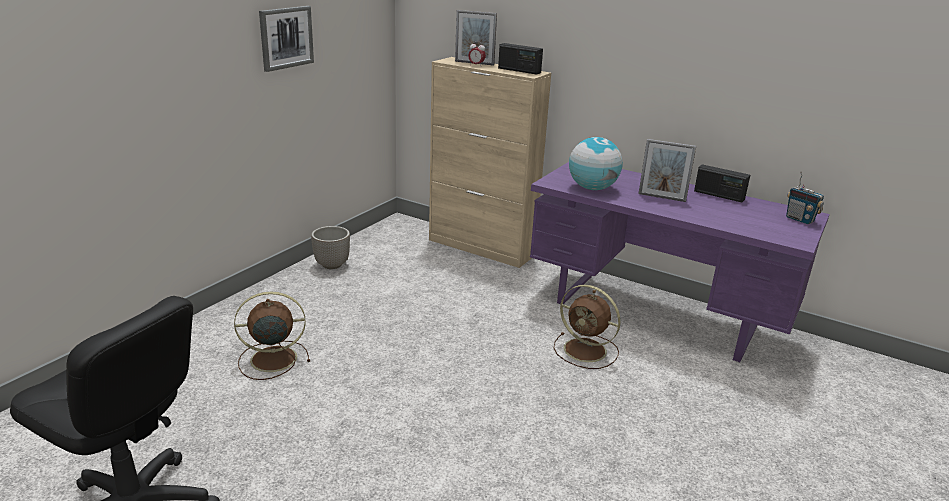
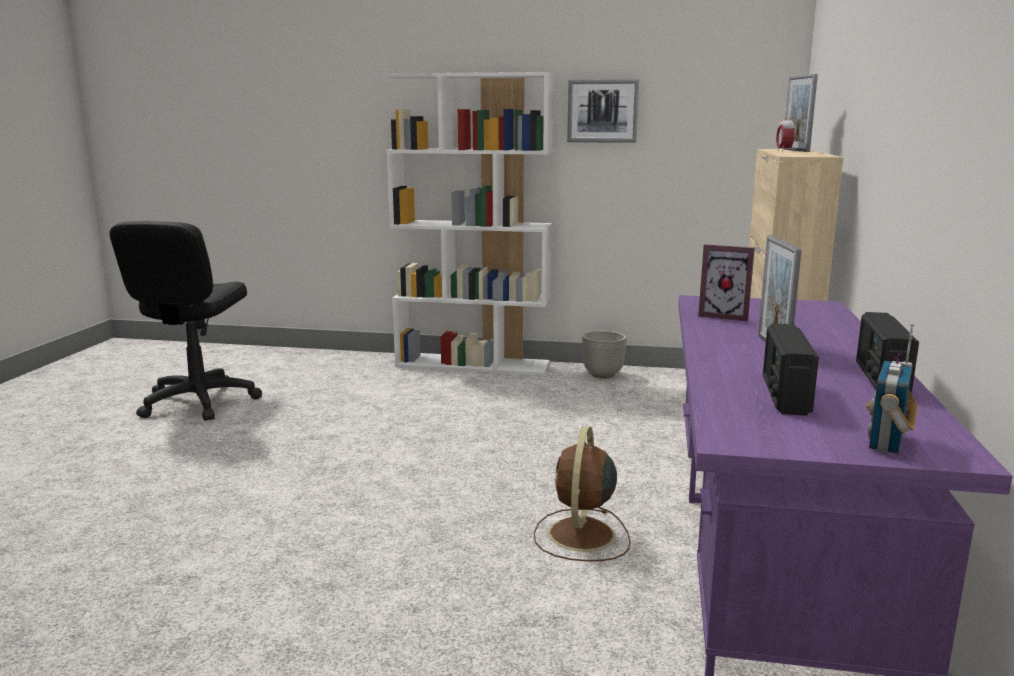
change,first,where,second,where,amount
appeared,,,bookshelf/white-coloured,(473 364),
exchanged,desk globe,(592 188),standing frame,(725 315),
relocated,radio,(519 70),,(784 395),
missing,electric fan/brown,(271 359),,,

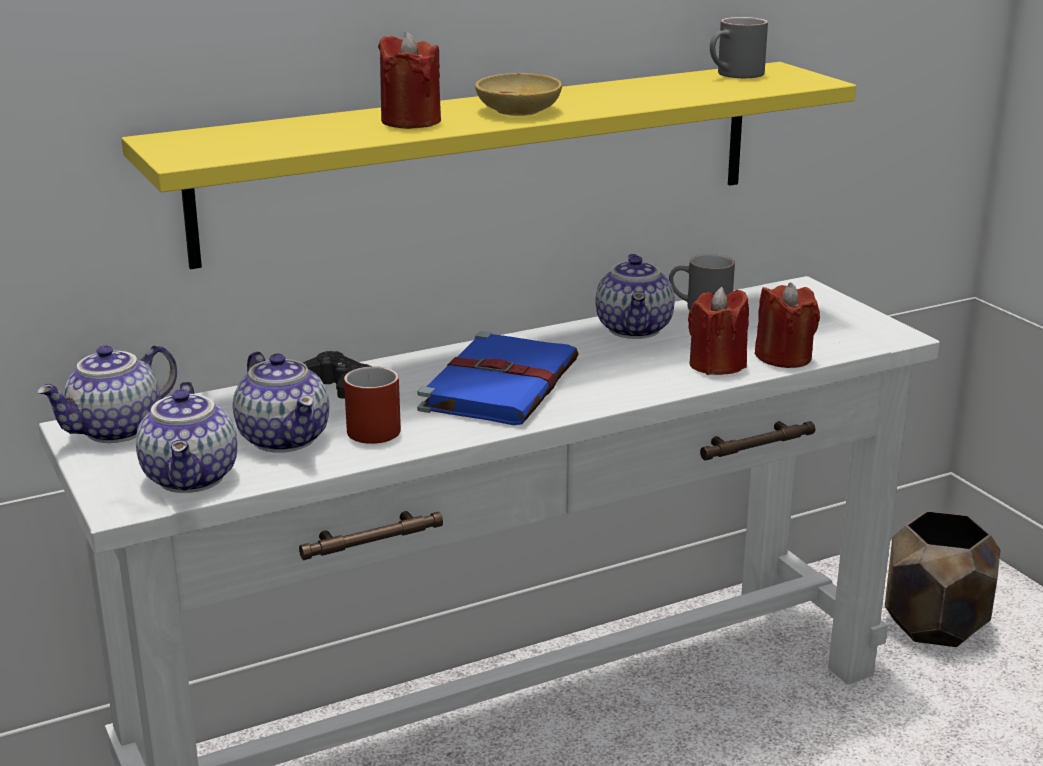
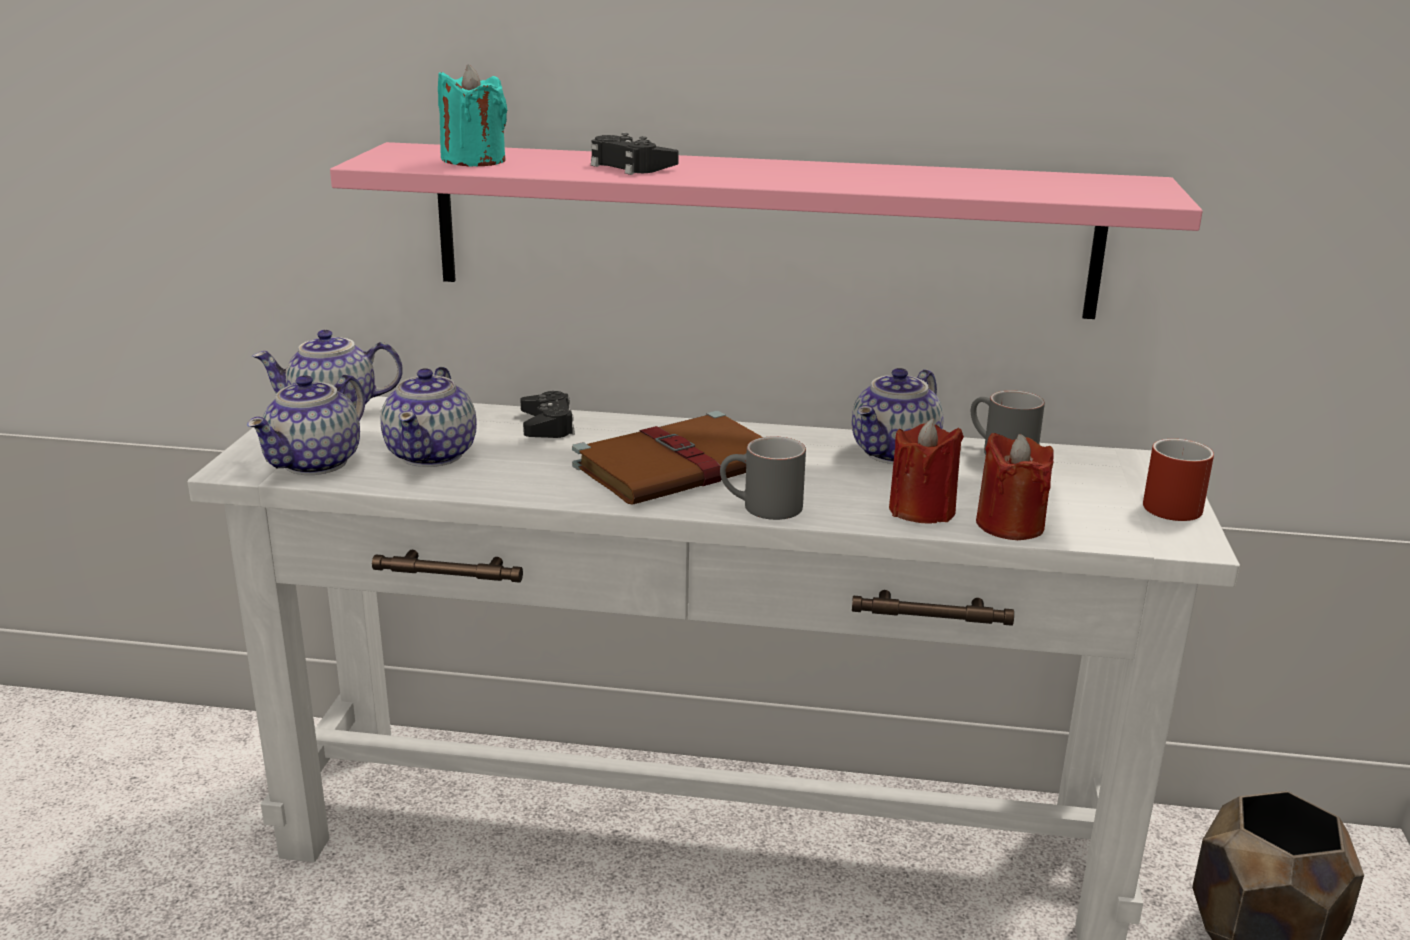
change,first,where,second,where,amount
colour,bracket shelf/yellow,(485 159),bracket shelf/pink,(761 230),
appeared,,,wax light/turquoise-coloured,(473 160),
colour,volume/blue,(501 384),volume/brown,(681 465),
exchanged,wax light/red-coloured,(411 121),game controller/blackish,(631 166),
relocated,tea mug/gray,(735 75),,(761 508),
relocated,tea mug/red-coloured,(366 428),,(1166 503),
missing,deep dish/beige,(519 110),,,

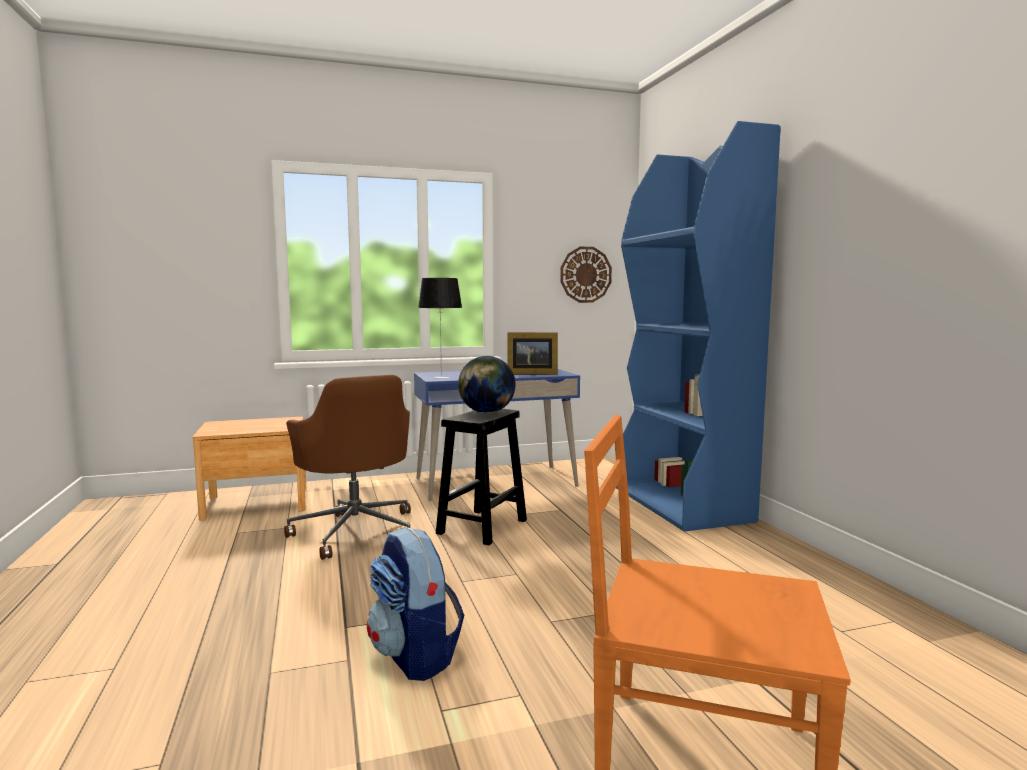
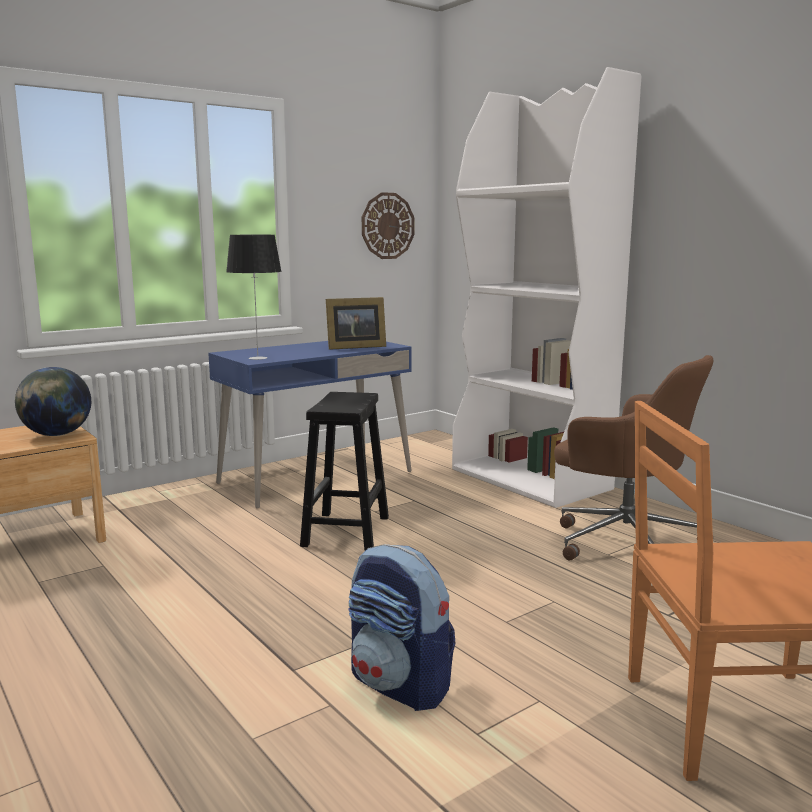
change,first,where,second,where,amount
relocated,desk globe,(486 412),,(56 435),
colour,bookshelf/blue,(682 504),bookshelf/white-coloured,(531 479),
relocated,office chair/brown,(356 531),,(624 541),

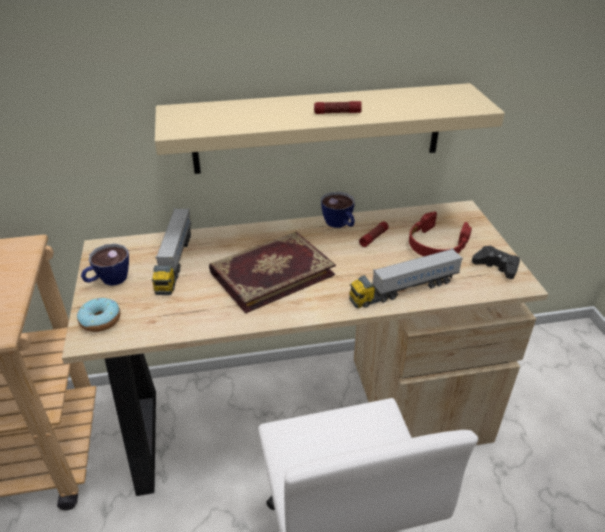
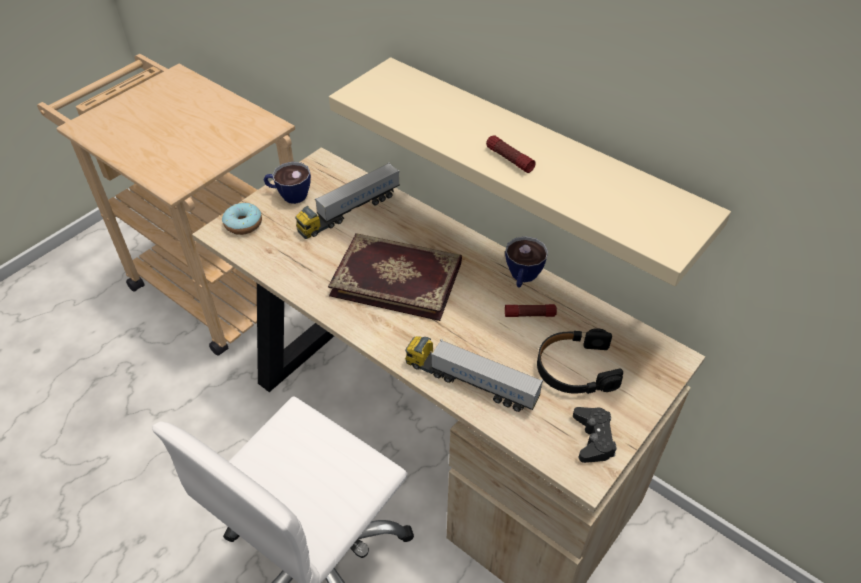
change,first,where,second,where,amount
colour,headphones/red-coloured,(436 244),headphones/blackish,(575 369),

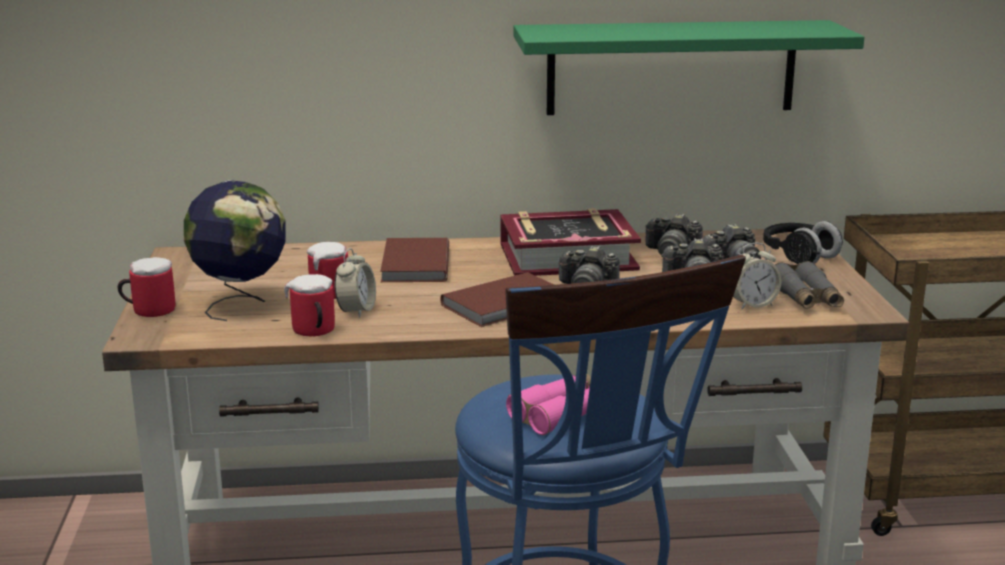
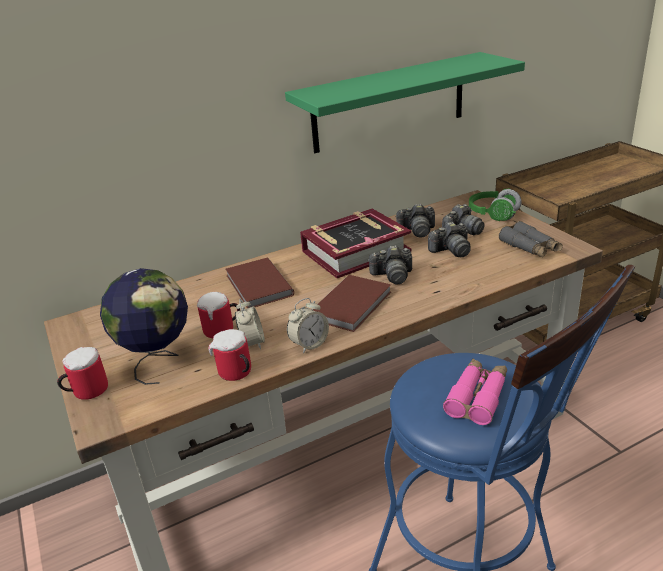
change,first,where,second,where,amount
relocated,alarm clock,(752 305),,(309 344),
colour,headphones/blackish,(799 257),headphones/greenish,(493 214),

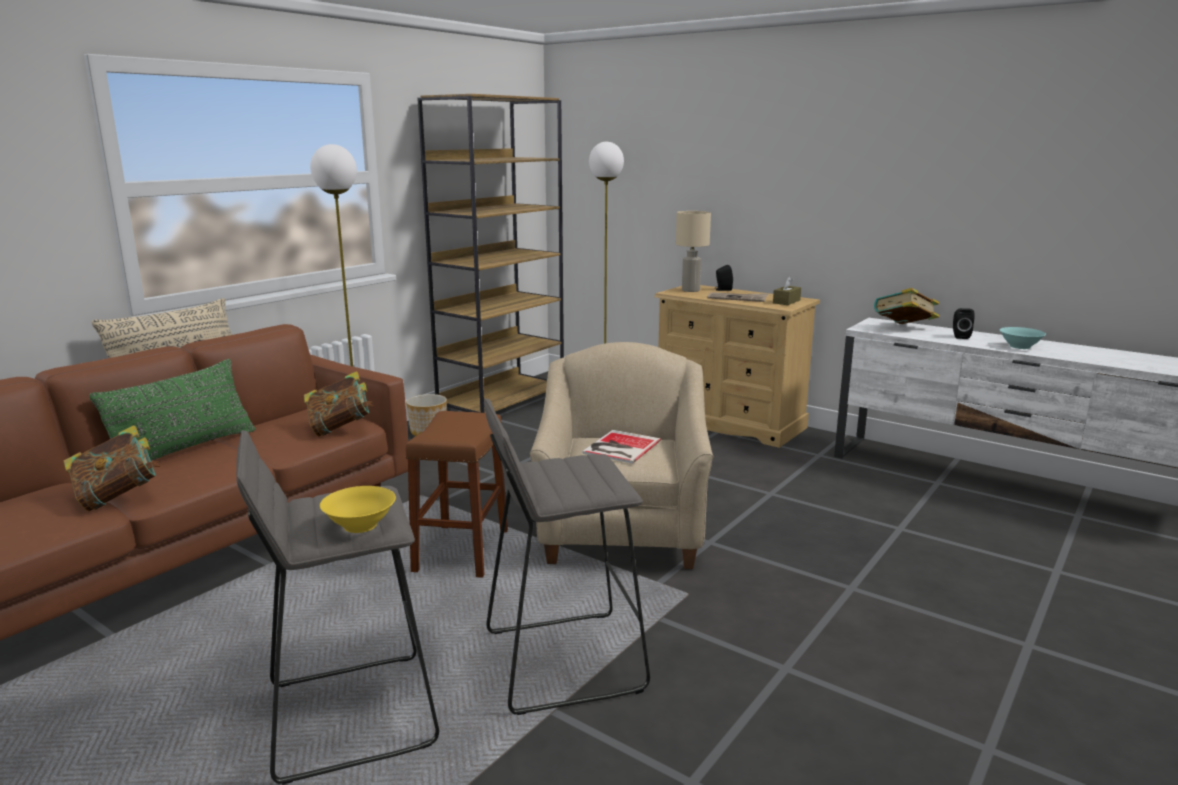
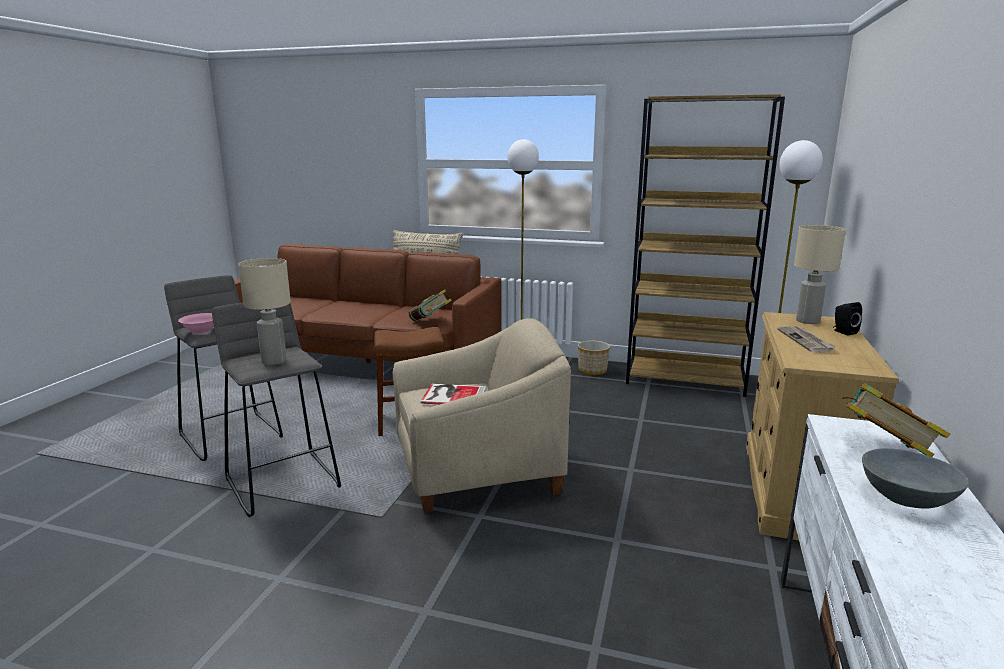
change,first,where,second,where,amount
colour,deep dish/yellow,(361 525),deep dish/pink,(201 331),
appeared,,,table lamp/beige,(275 361),
exchanged,loudspeaker/blackish,(960 336),deep dish/gray,(908 498),
missing,volume,(118 497),,,
missing,throw pillow/greenish,(185 450),,,
missing,box of tissues/brown,(786 301),,,
missing,deep dish/turquoise-coloured,(1020 346),,,

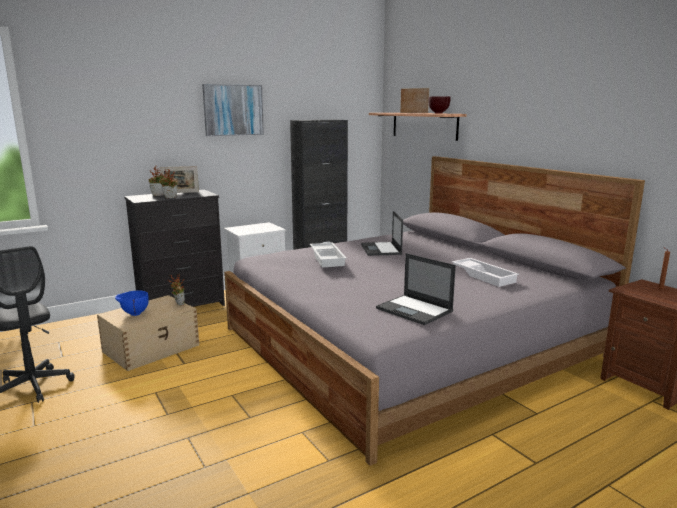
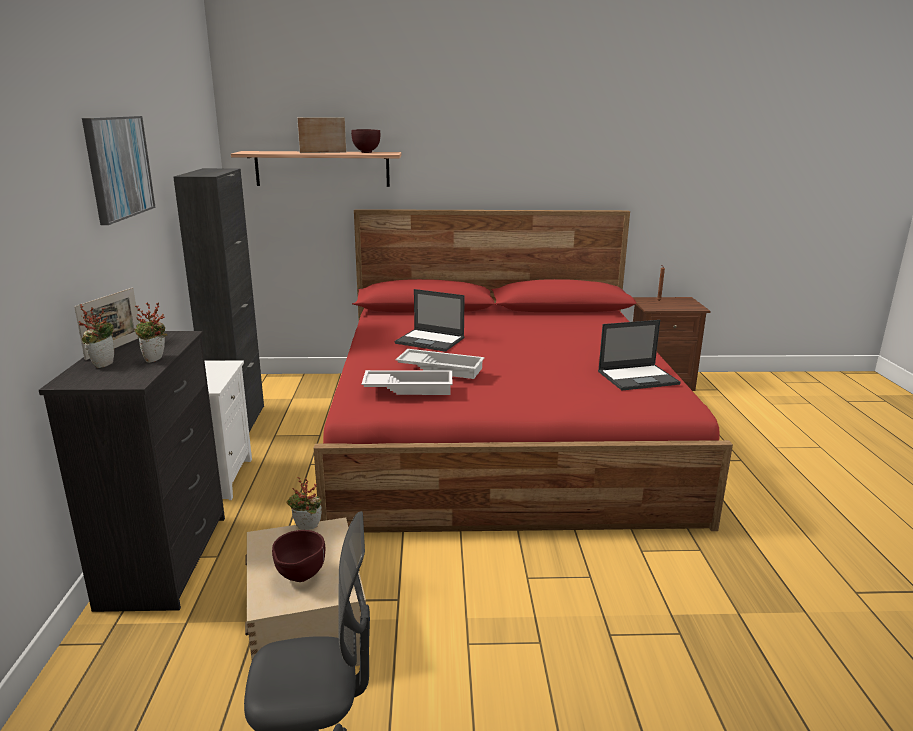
change,first,where,second,where,amount
colour,deep dish/blue,(134 314),deep dish/brown,(300 578),
colour,sleeping bed/gray,(410 343),sleeping bed/red-coloured,(501 435),
relocated,carrying tray/white-coloured,(484 276),,(409 387),

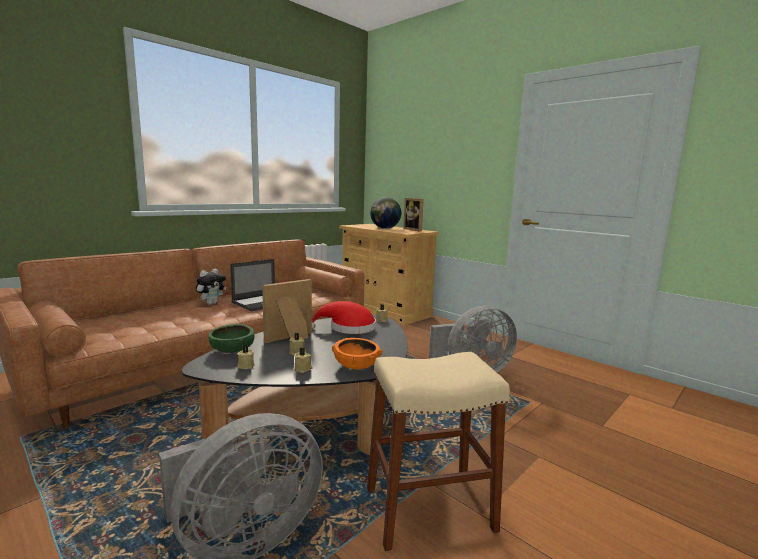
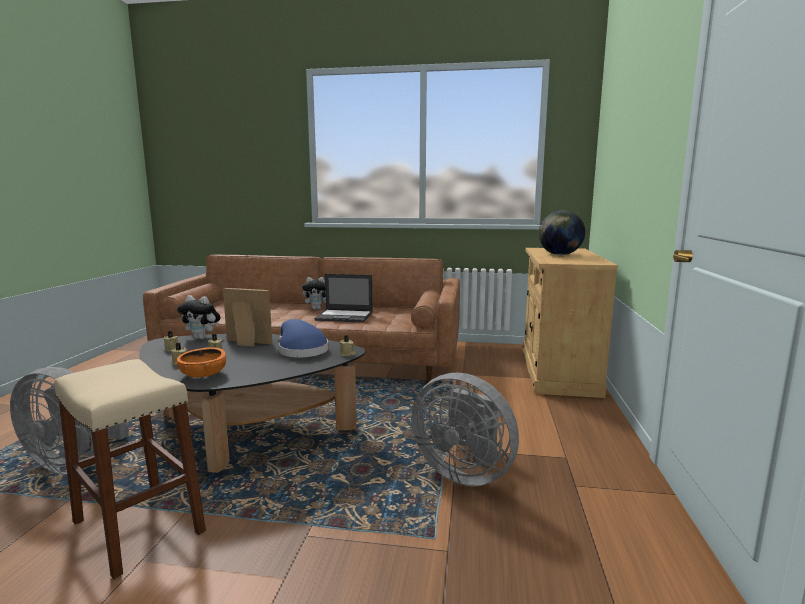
change,first,where,second,where,amount
exchanged,deep dish/greenish,(232 350),soft toy,(202 338),
colour,wearable hat/red-coloured,(348 328),wearable hat/blue,(301 350),
missing,standing frame,(415 229),,,

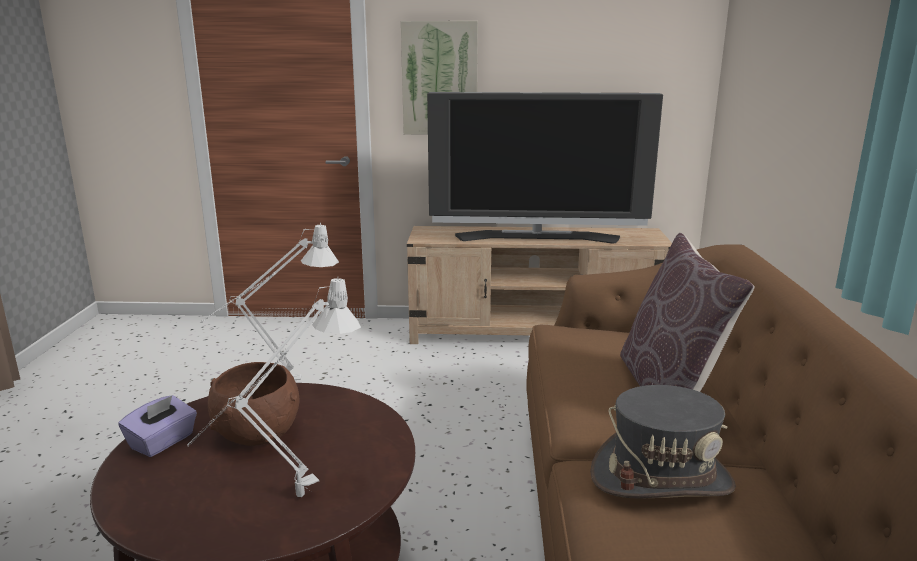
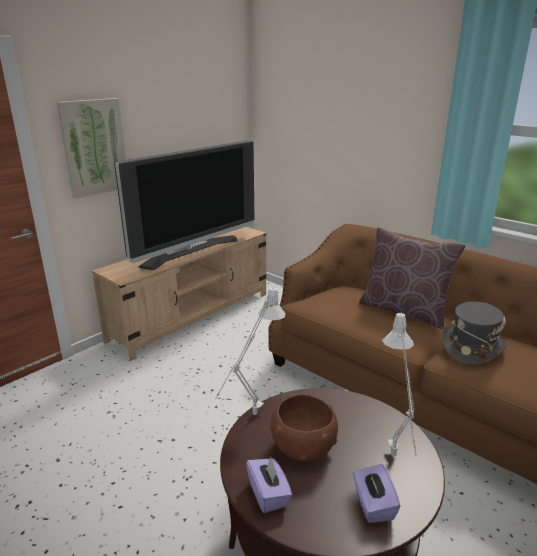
change,first,where,second,where,amount
appeared,,,box of tissues/purplish,(373 505),

